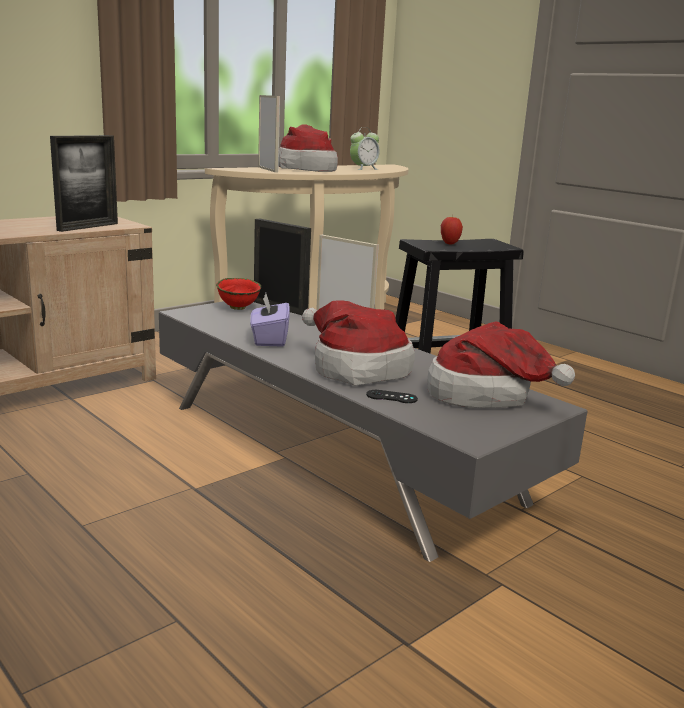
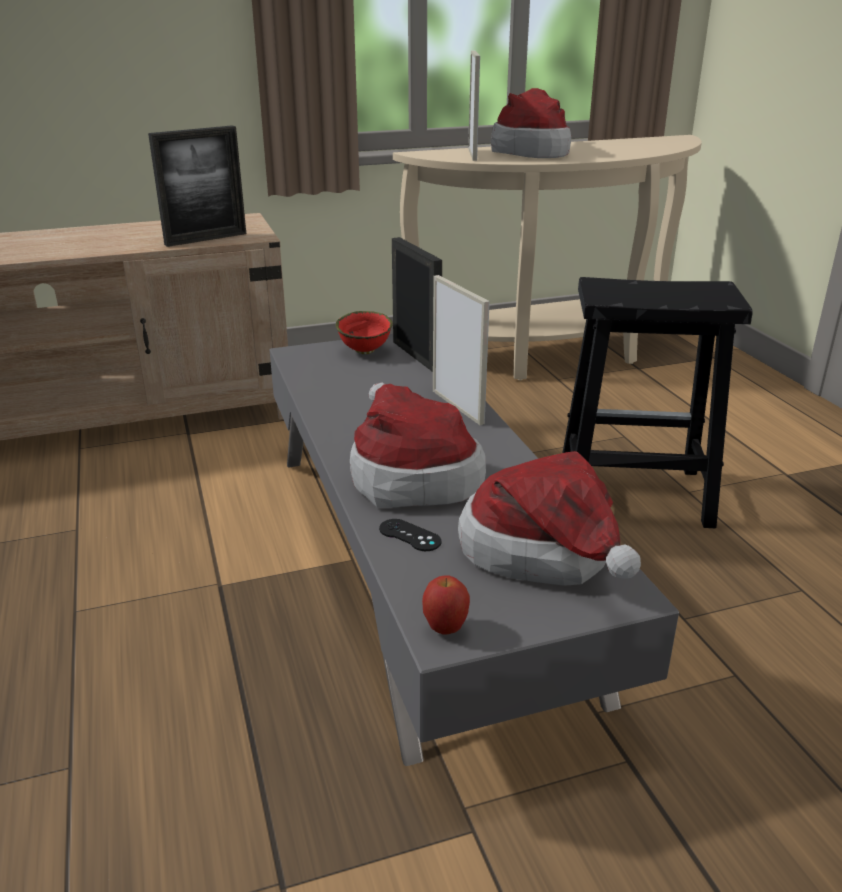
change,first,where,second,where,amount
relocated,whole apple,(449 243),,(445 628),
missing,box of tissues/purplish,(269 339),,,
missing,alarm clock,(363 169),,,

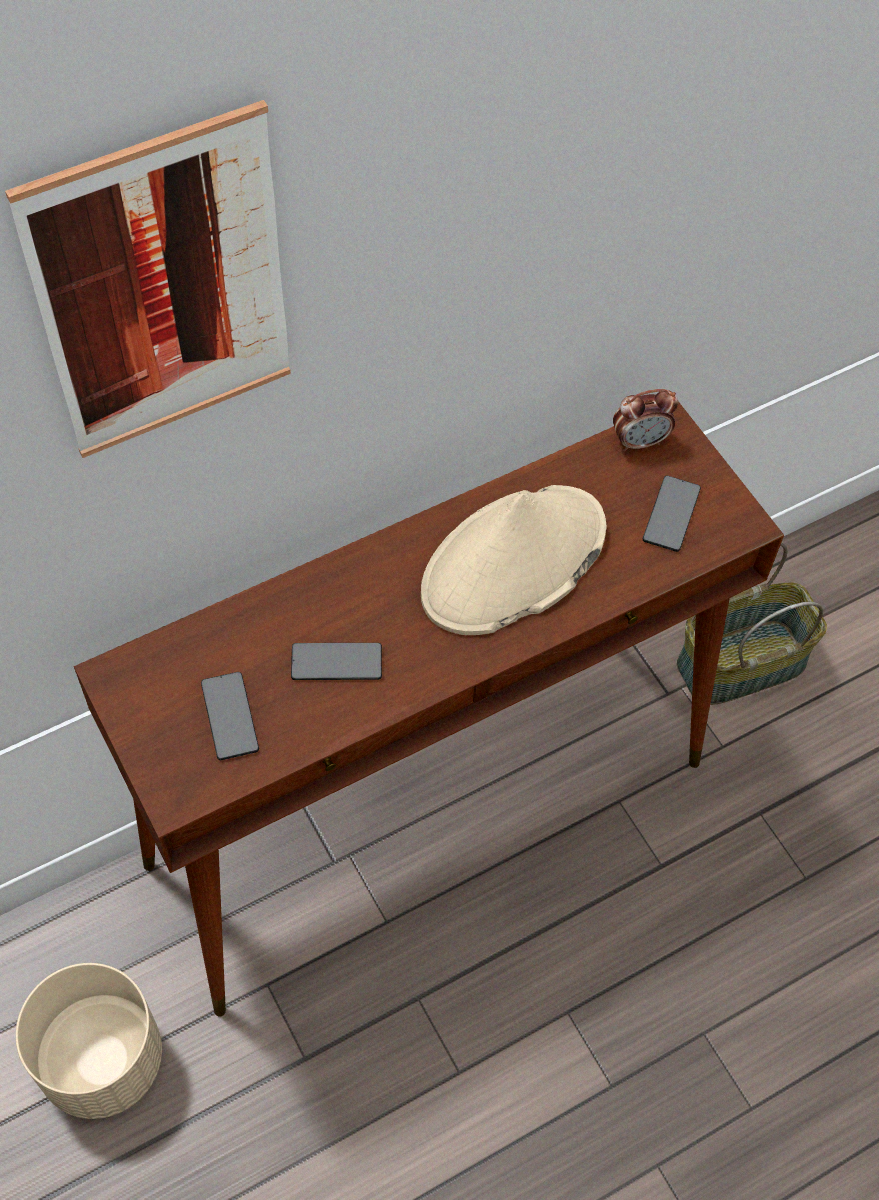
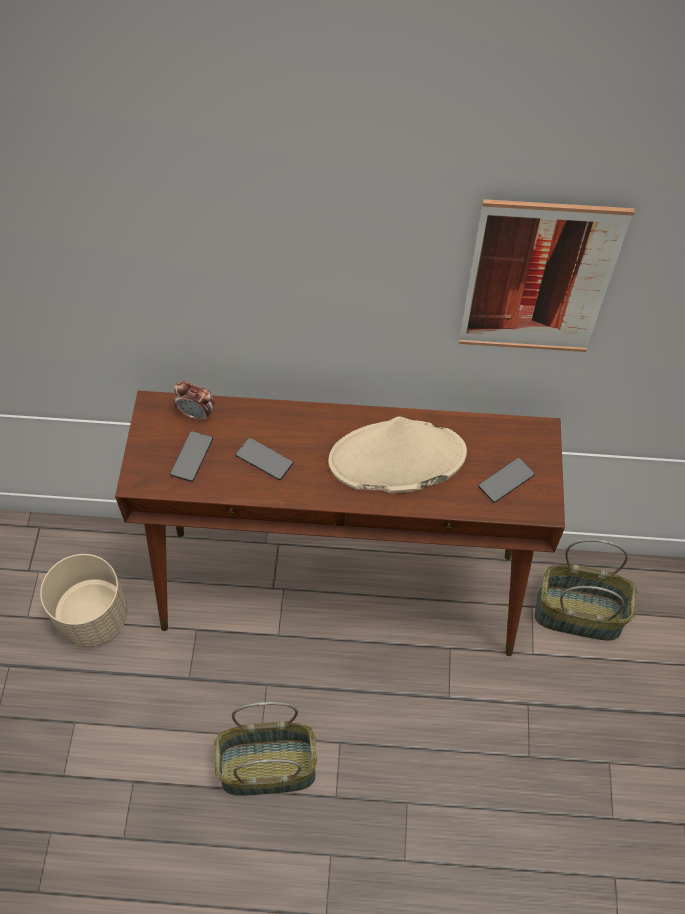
change,first,where,second,where,amount
relocated,alarm clock,(639 441),,(196 414),
appeared,,,storage basket,(267 769),
relocated,wall art,(163 290),,(538 280),

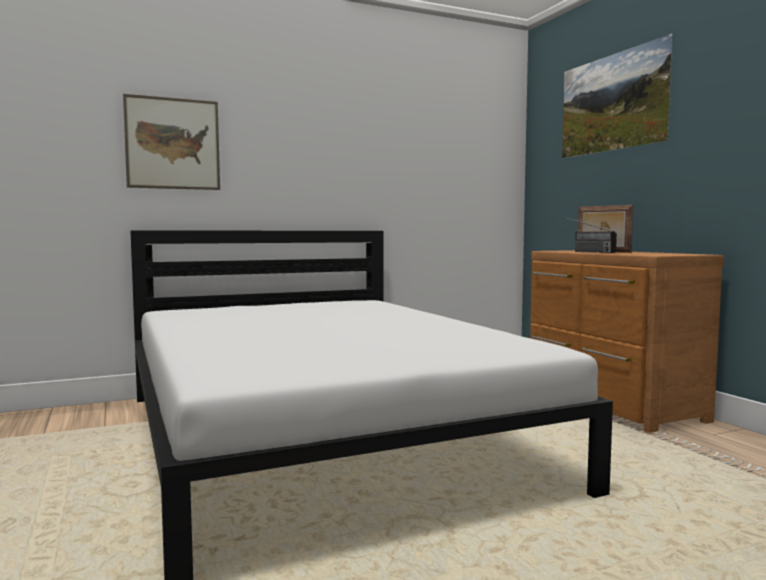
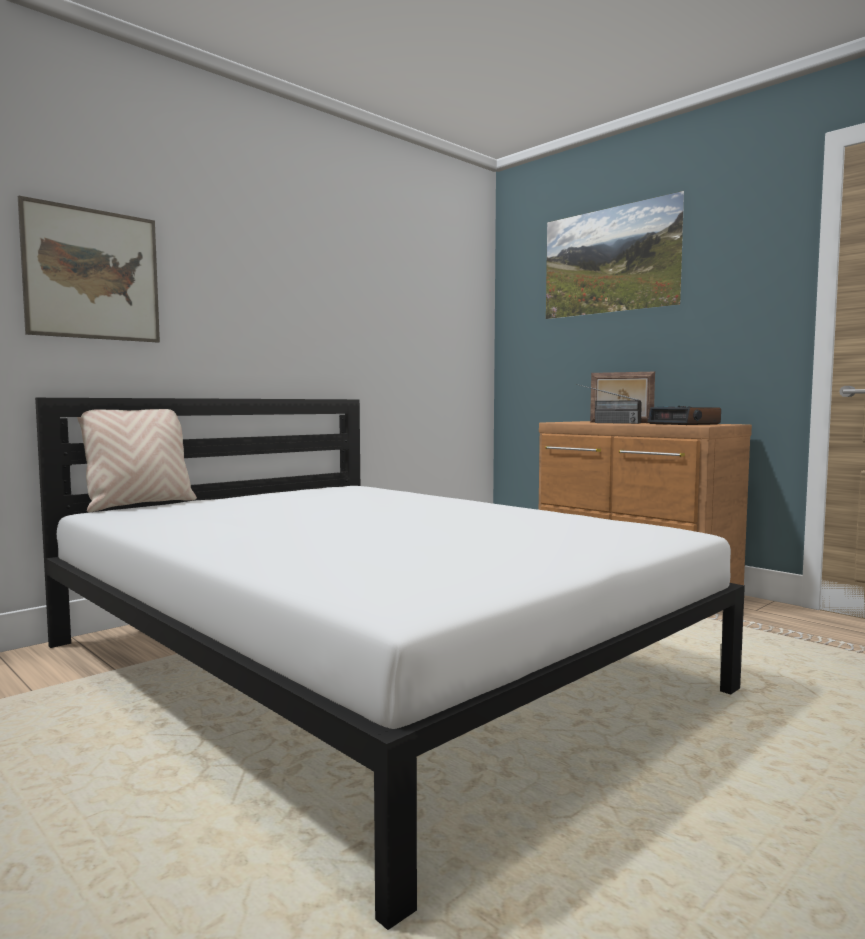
change,first,where,second,where,amount
appeared,,,throw pillow/beige,(139 505),
appeared,,,alarm clock,(684 424),

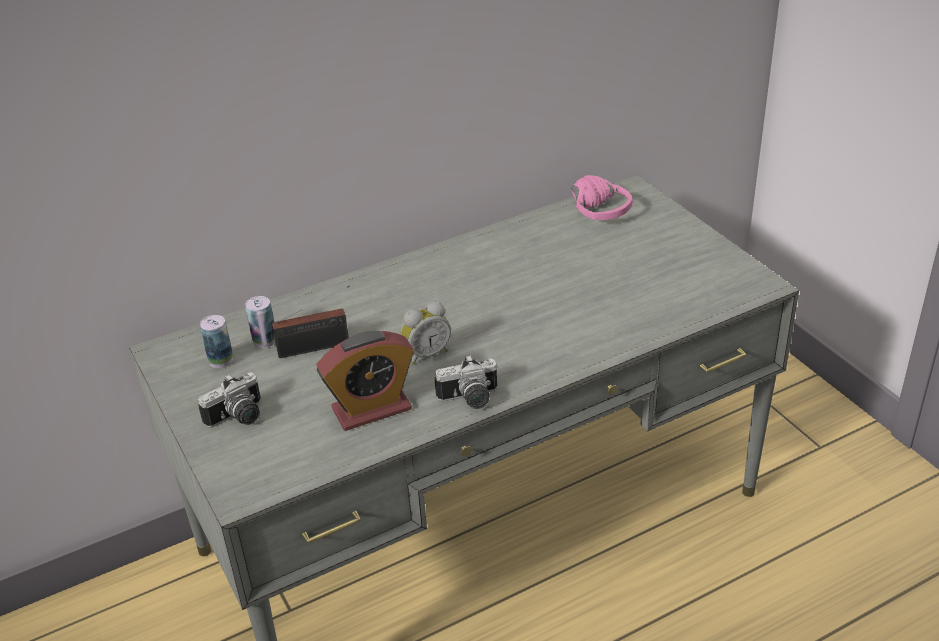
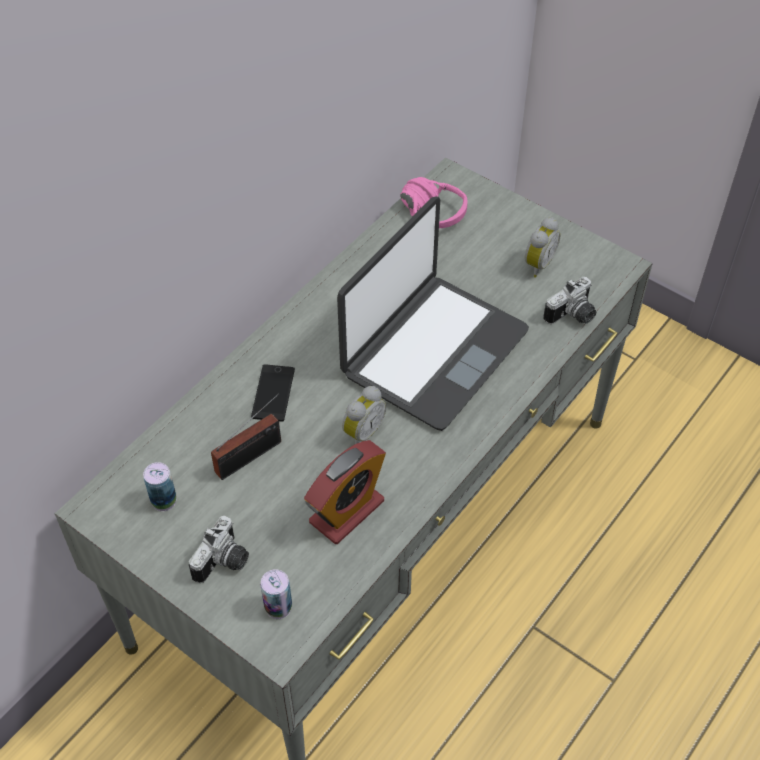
change,first,where,second,where,amount
appeared,,,telephone,(273 393),
relocated,metal can,(265 341),,(278 607),
appeared,,,portable computer,(433 352),
appeared,,,alarm clock,(537 264),
relocated,photo camera,(470 399),,(573 316),

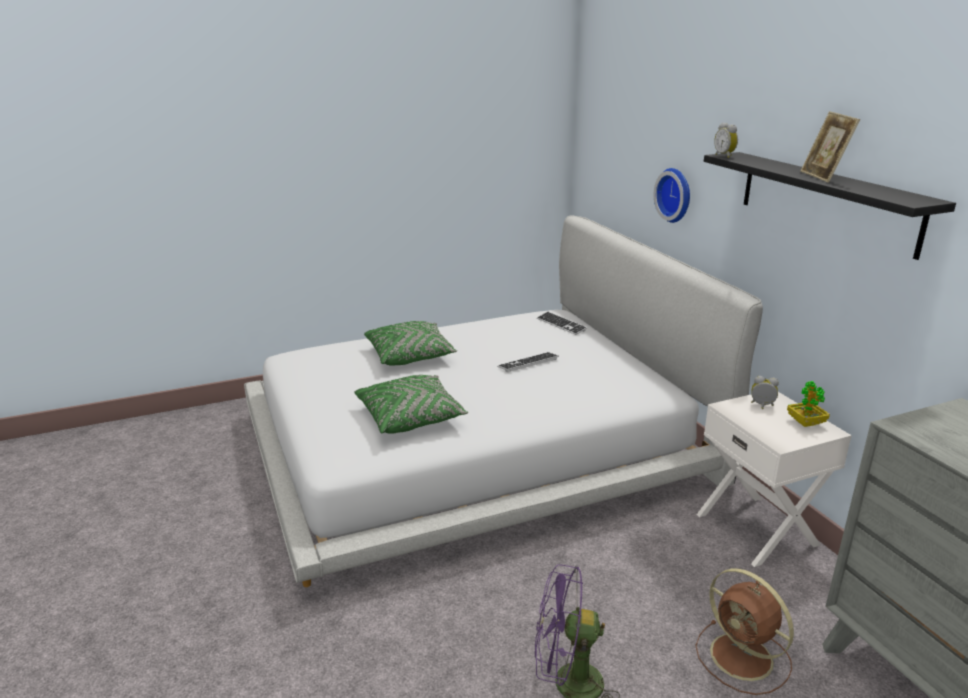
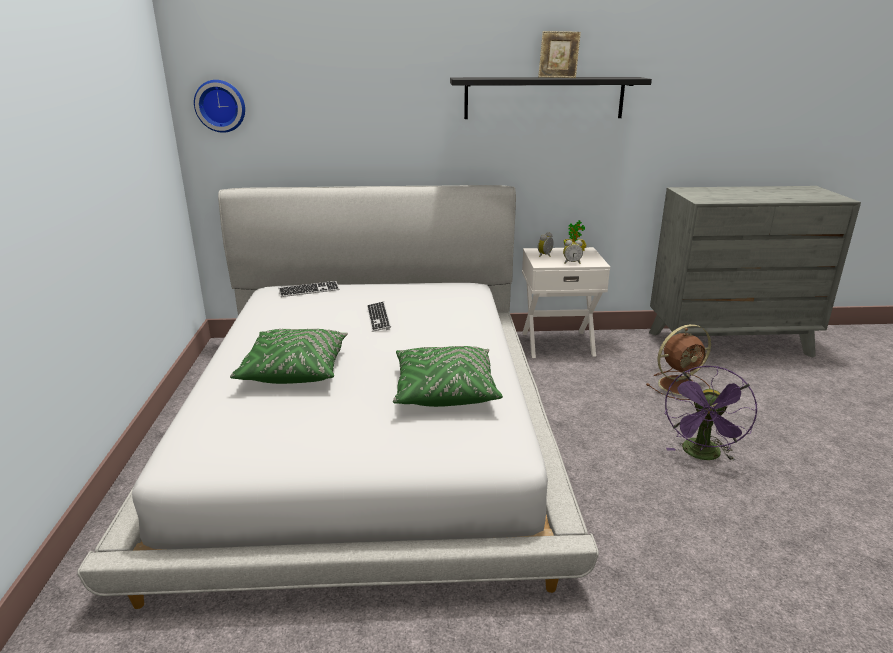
change,first,where,second,where,amount
relocated,wall clock,(676 195),,(221 106),
relocated,alarm clock,(725 156),,(571 262),

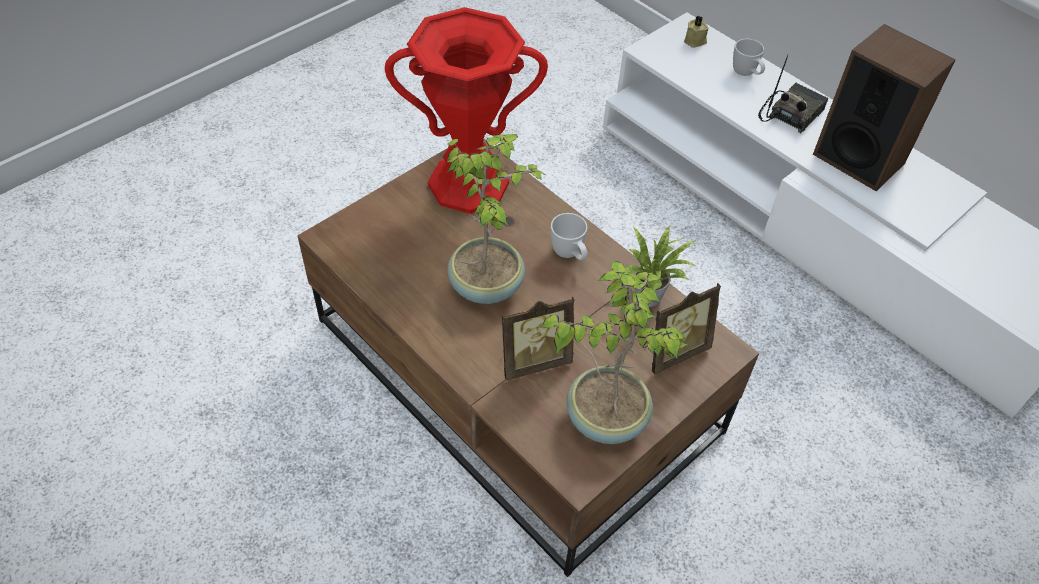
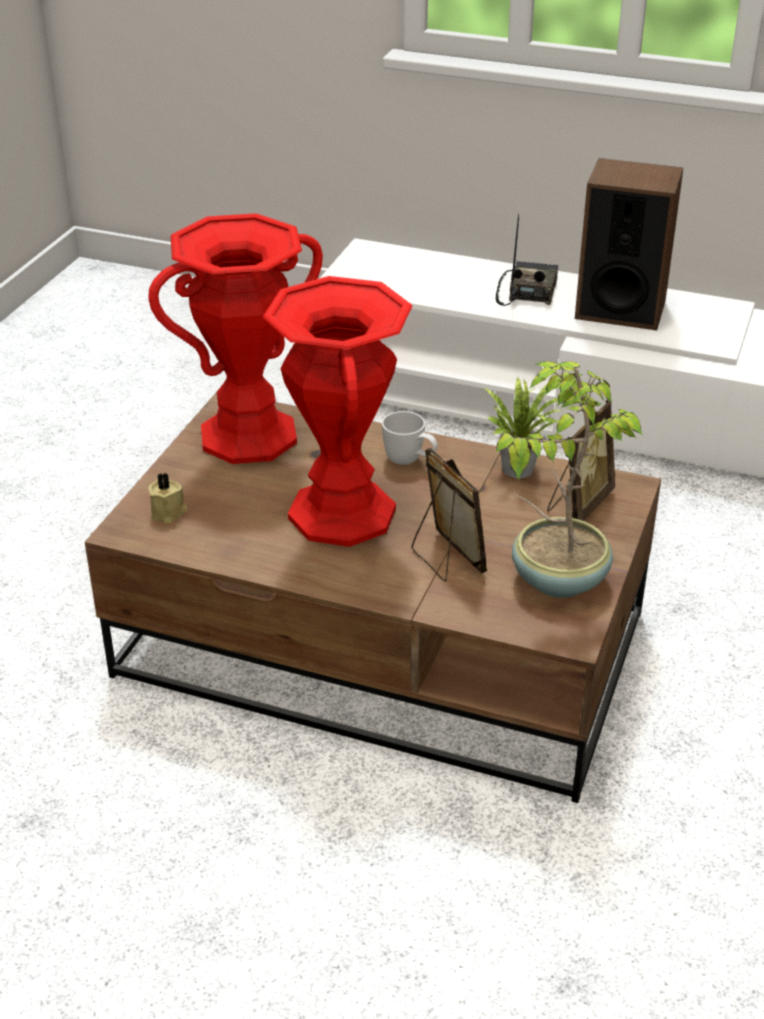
change,first,where,second,where,amount
relocated,wax light/beige,(695 41),,(169 512),
exchanged,plant in a pot,(487 284),flower vase/red-coloured,(342 513),
spun,standing frame,(533 360),,(445 559),75 degrees counterclockwise
missing,tea mug/white-coloured,(746 74),,,

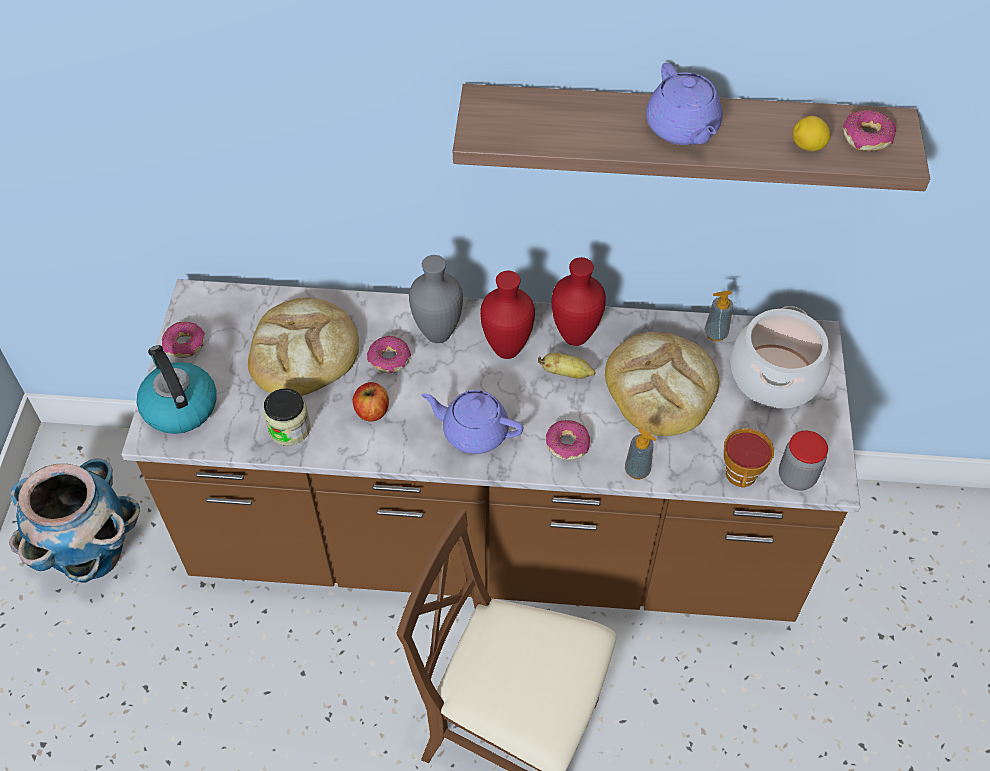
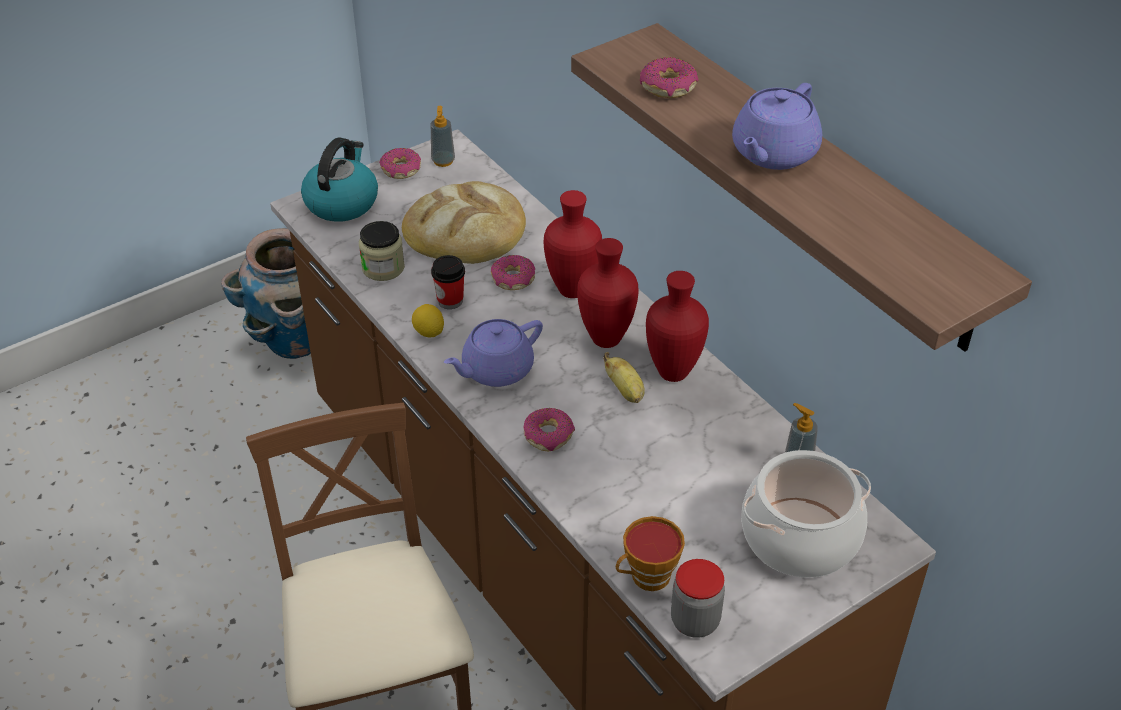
change,first,where,second,where,amount
relocated,whole lemon,(807 147),,(429 332),
relocated,liquid soap bottle,(637 470),,(443 161),
exchanged,whole apple,(372 411),small cup,(450 300),
spun,teapot/purplish,(473 432),,(496 370),105 degrees counterclockwise
colour,flower vase/gray,(436 333),flower vase/red-coloured,(572 289),
relocated,doughnut,(867 137),,(668 87),
missing,bread,(661 386),,,

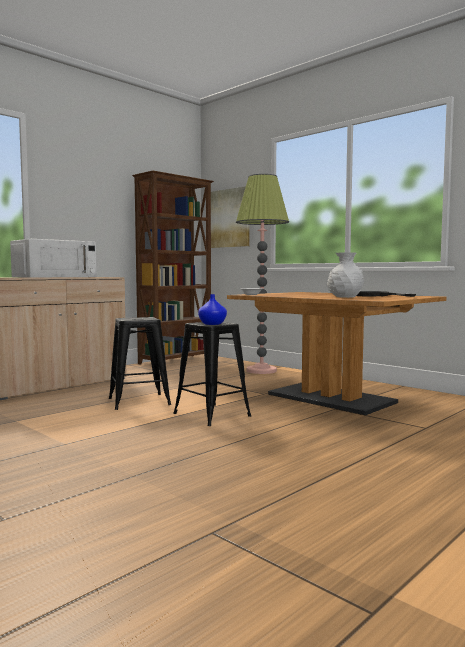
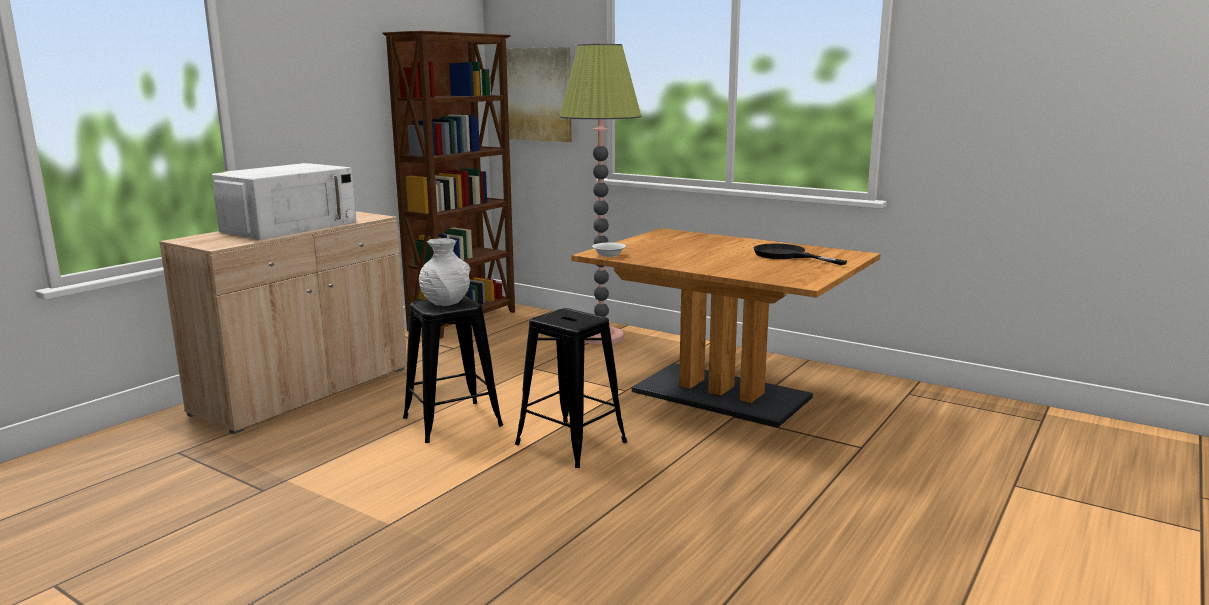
change,first,where,second,where,amount
relocated,flower vase/white-coloured,(344 297),,(445 302),
missing,flower vase/blue,(213 324),,,

